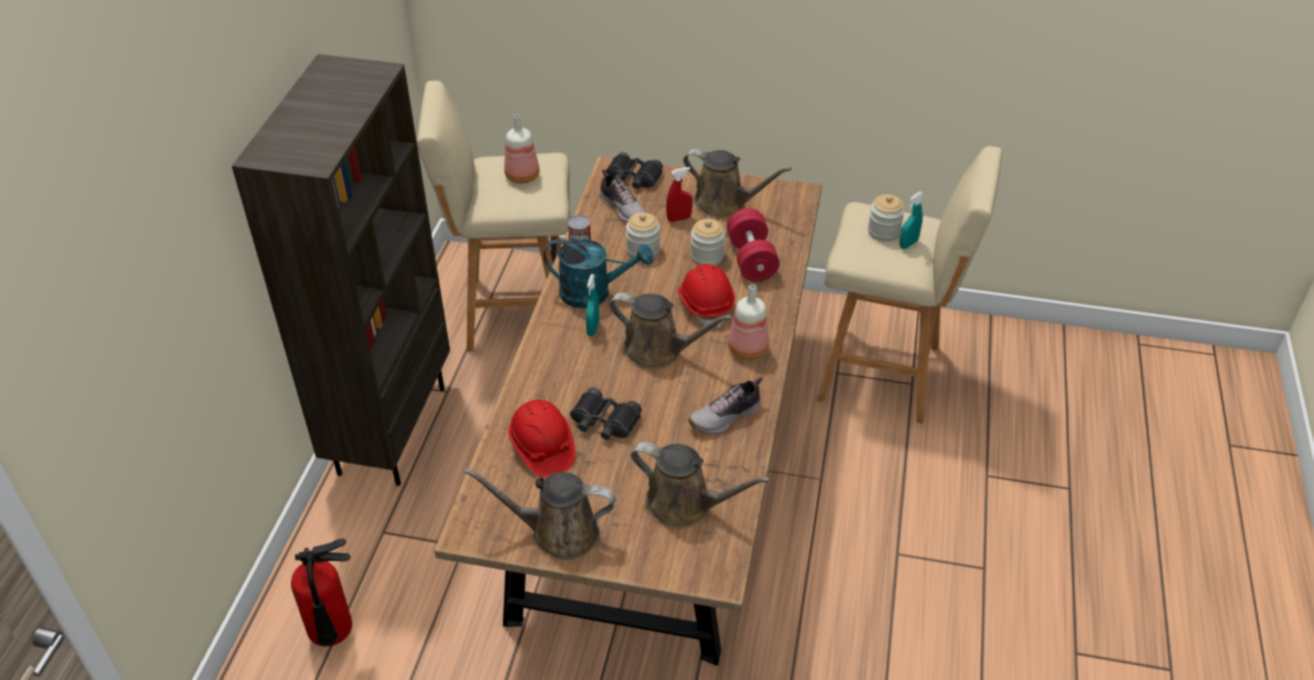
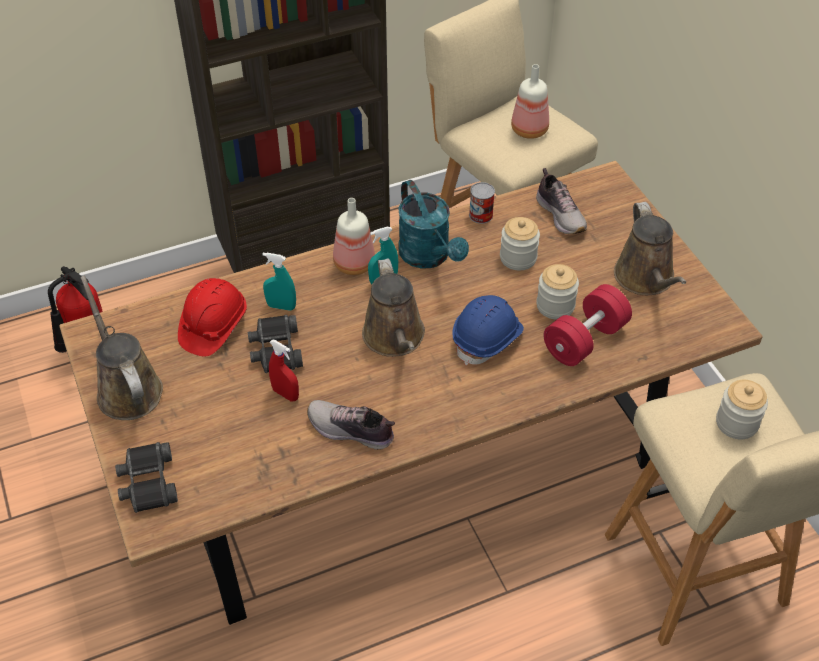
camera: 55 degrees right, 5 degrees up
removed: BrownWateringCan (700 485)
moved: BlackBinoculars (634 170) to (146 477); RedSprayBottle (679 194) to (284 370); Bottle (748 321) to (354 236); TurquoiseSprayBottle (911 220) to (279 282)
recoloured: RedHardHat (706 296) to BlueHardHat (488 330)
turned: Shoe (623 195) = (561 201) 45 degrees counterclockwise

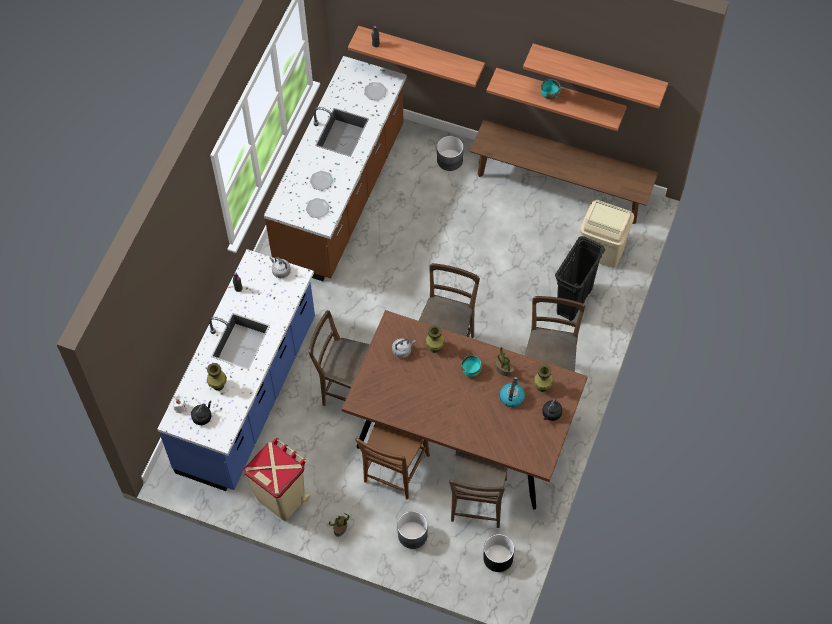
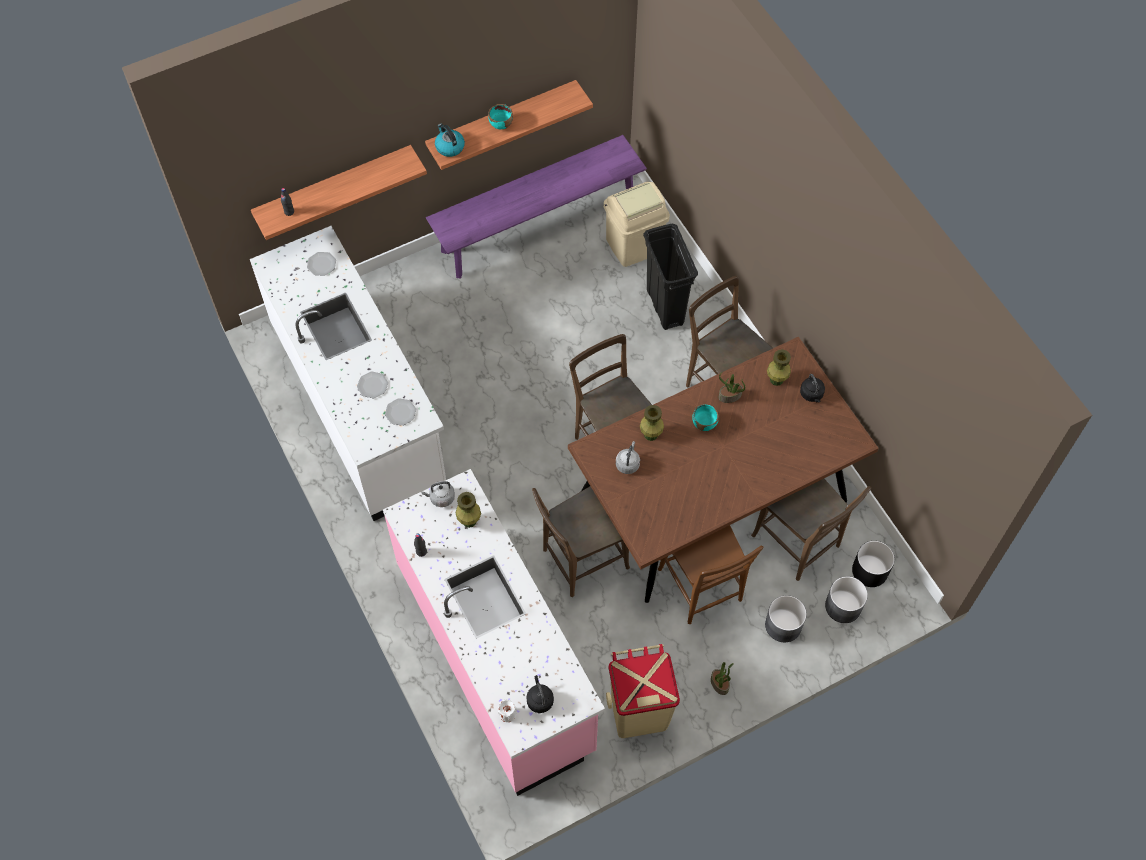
camera: 50 degrees left, 0 degrees up
removed: Shelf (595 76)
moved: GreenVase (217 377) to (468 510); GreyPlanter (450 153) to (846 599); Kettle (512 392) to (450 140)
recoloured: BlueCounter (236 370) to PinkCounter (494 632); BrownCounter (335 168) to WhiteCounter (348 373); BrownBench (564 172) to PurpleBench (536 207)

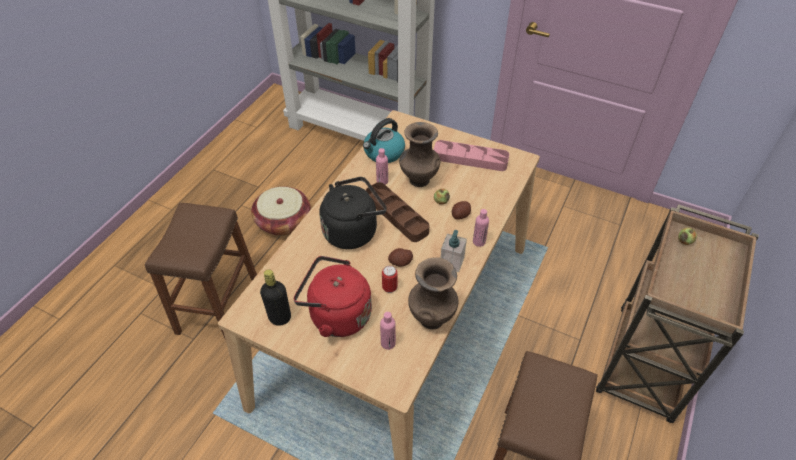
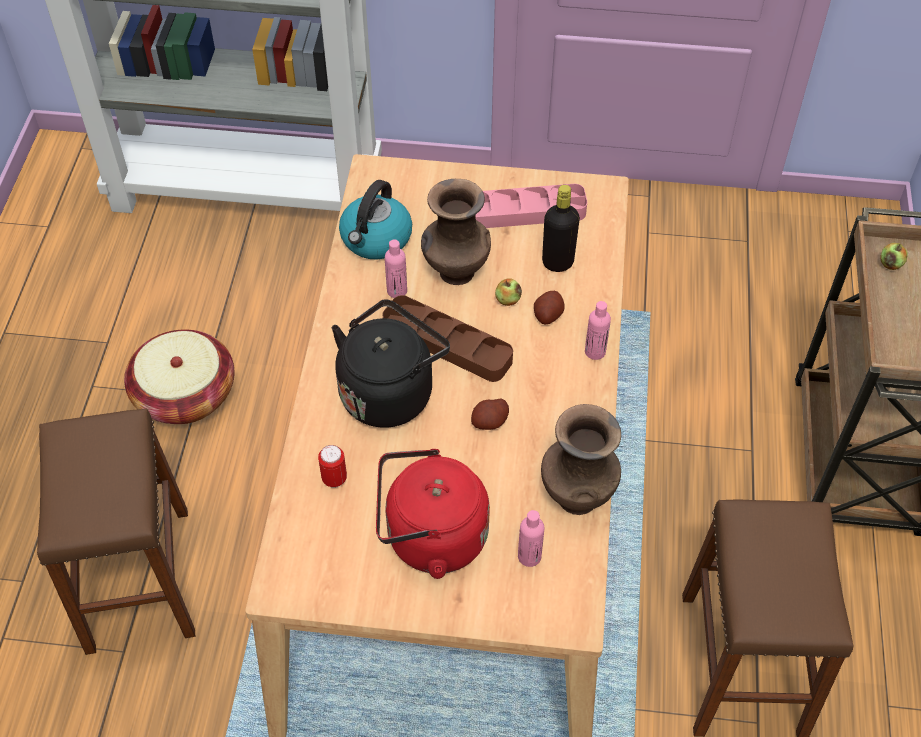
camera: 20 degrees left, 5 degrees up
removed: SoapDispenser (454 251)
moved: BlackBottle (275 297) to (561 228); Can (390 279) to (332 466)

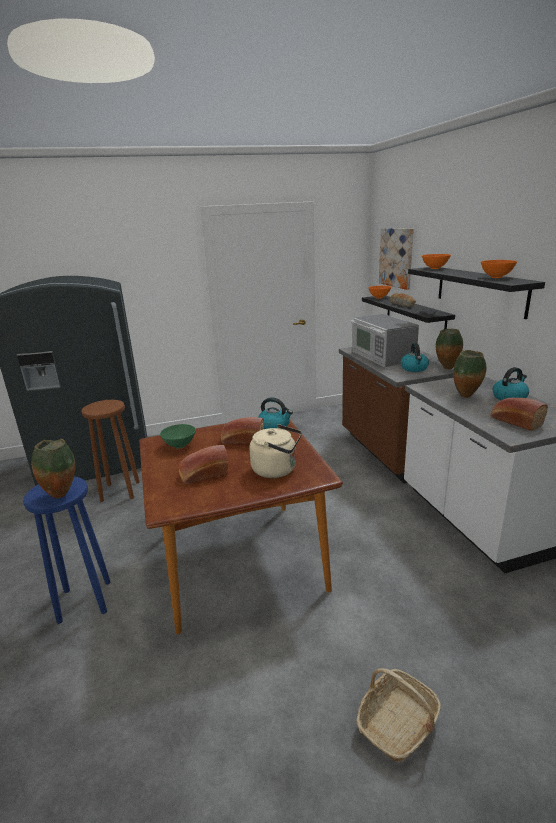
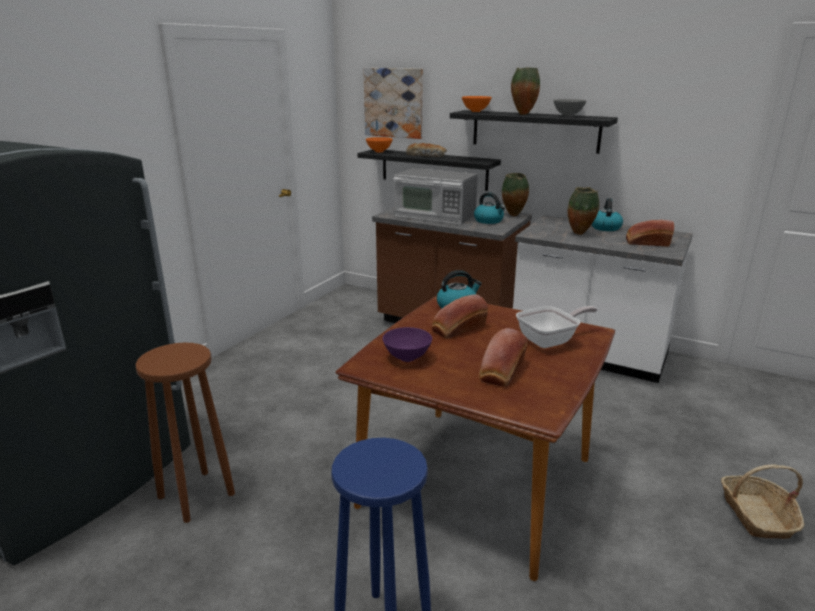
camera: 45 degrees left, 0 degrees up
moved: Vase (53 469) to (525 91)
replaced: BeigeKettle (275 451) to FryingPan (556 327)
recoloured: GreenBowl (178 436) to PurpleBowl (407 344); OrangeBowl (499 269) to GreyBowl (569 107)

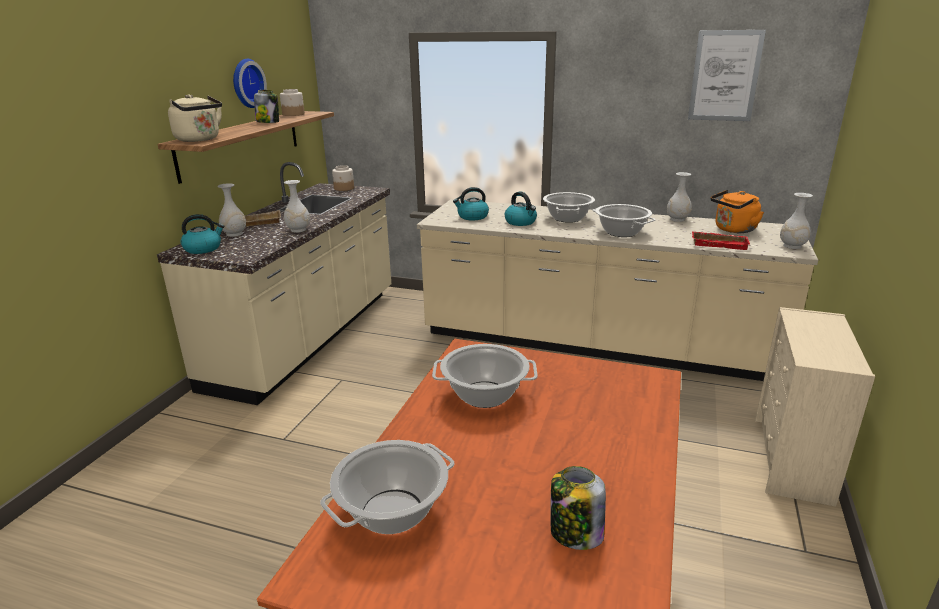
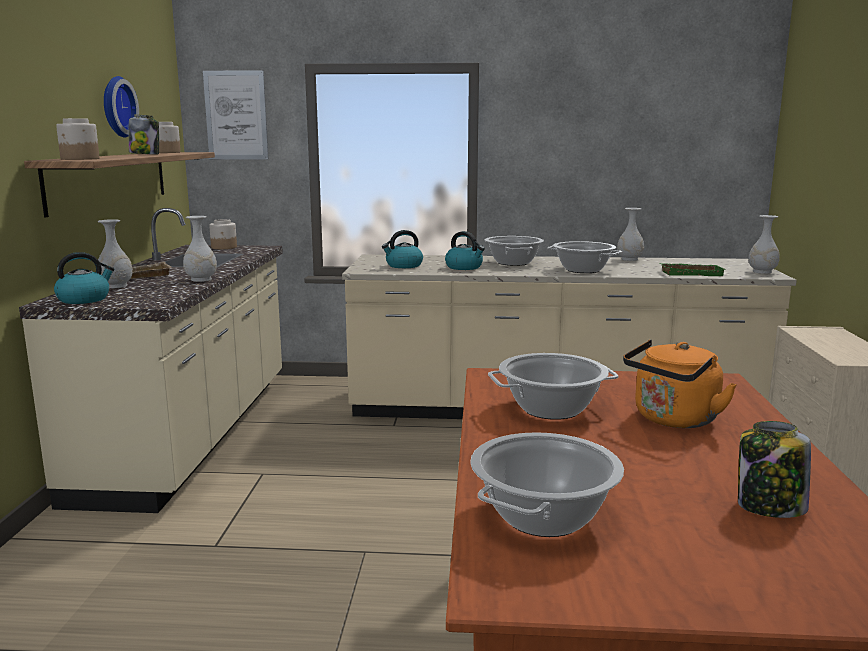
camera: 15 degrees left, 10 degrees down
moved: Picture (727 75) to (236 115); OrangeKettle (737 211) to (680 384)
replaced: BeigeKettle (195 118) to Jar (78 139)
recoloured: RedTray (721 240) to GreenTray (692 269)

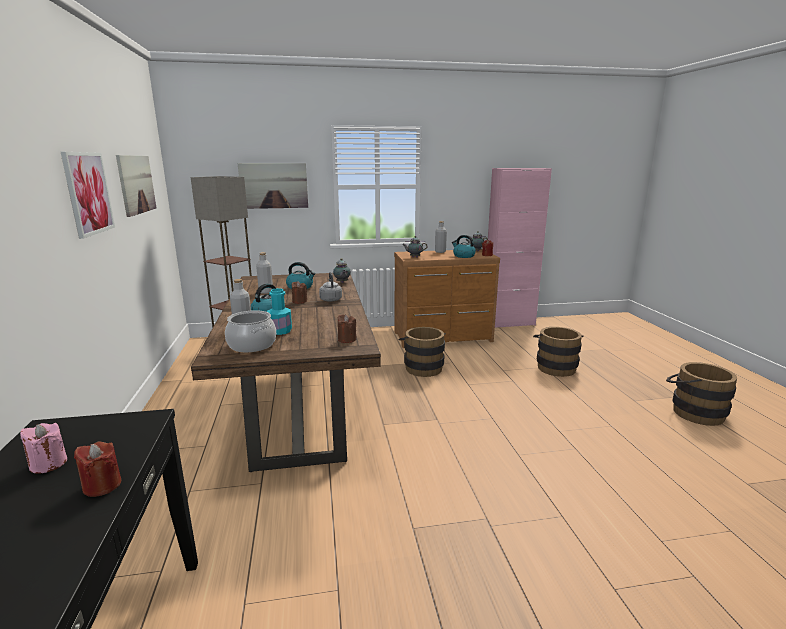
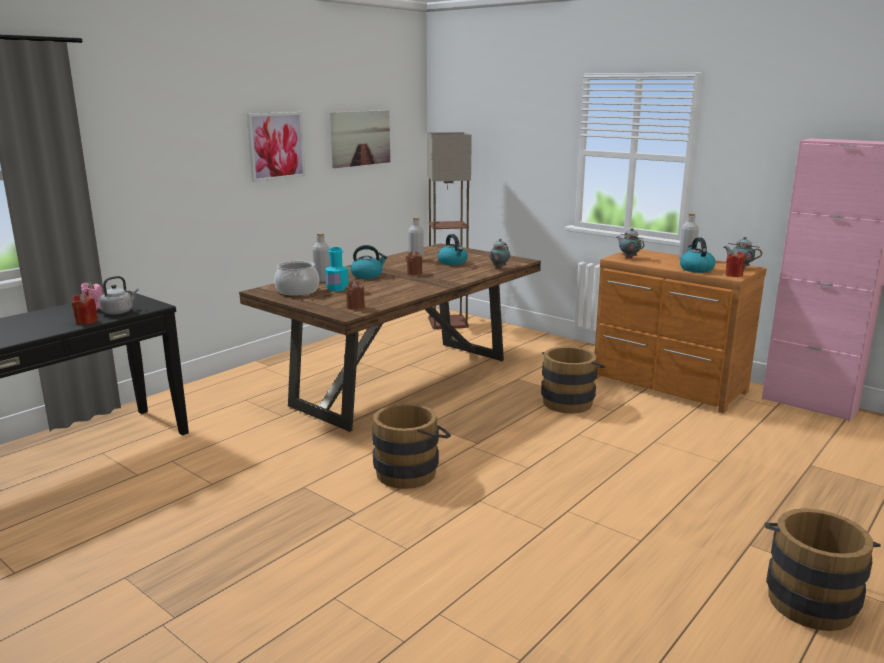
camera: 50 degrees right, 0 degrees up
removed: Picture (273 186)
moved: GreyKettle (330 287) to (119 295); BrownBucket (558 352) to (411 446)

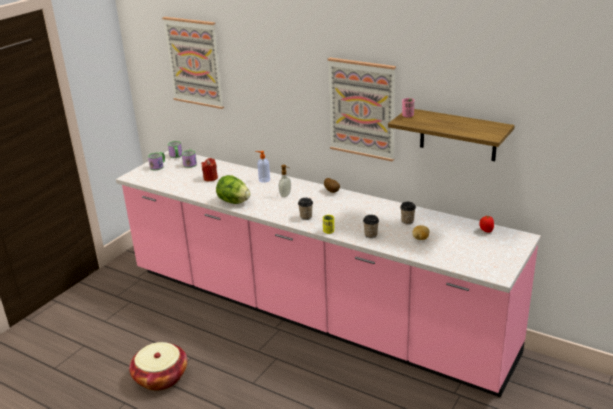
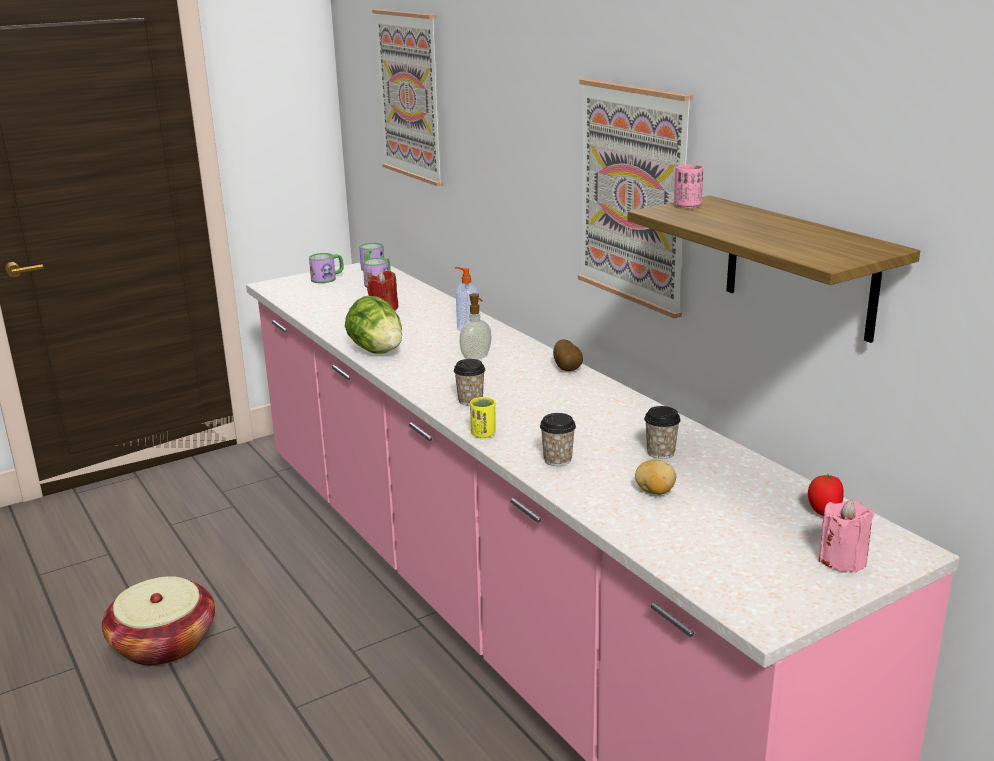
camera: 25 degrees right, 5 degrees down
added: PinkCandle (846 536)

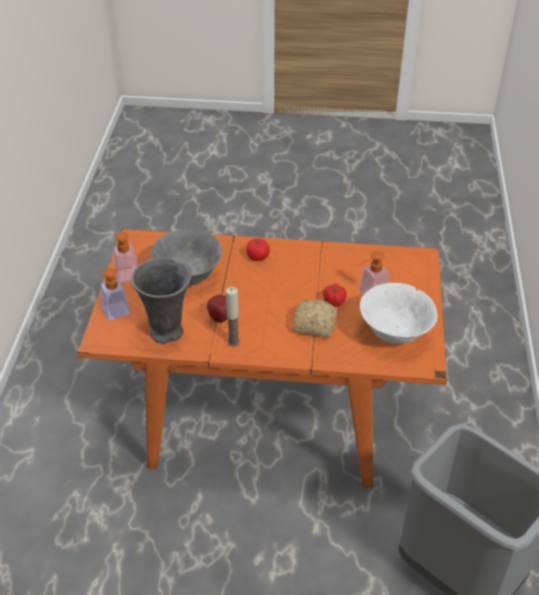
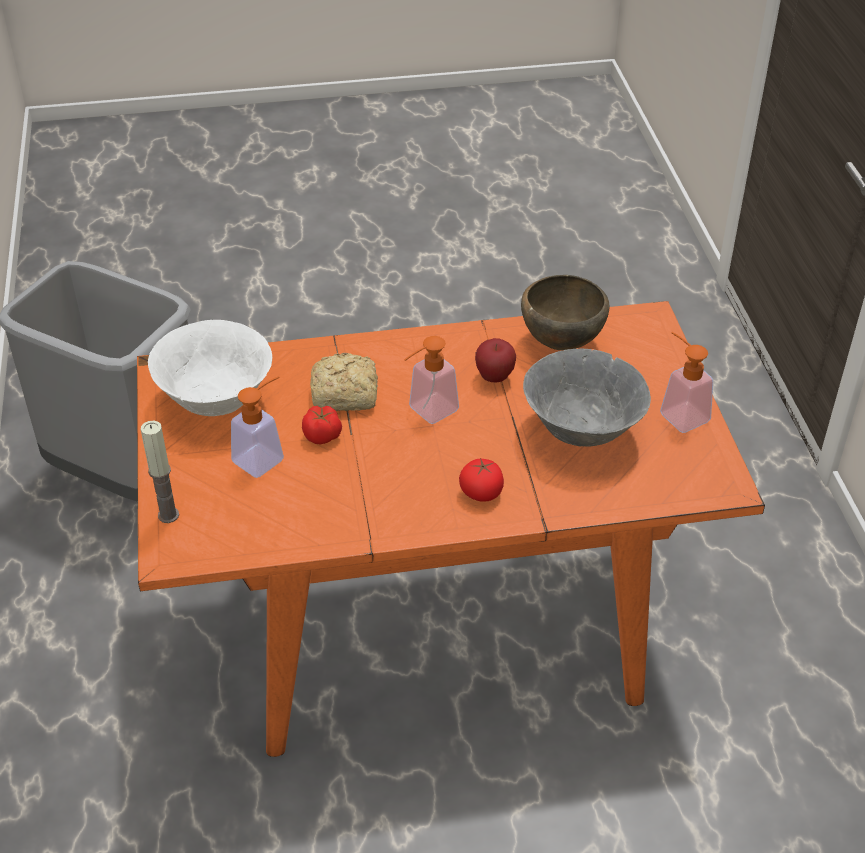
camera: 165 degrees right, 0 degrees up
moved: SoapDispenser (116 293) to (431 380); Candle (233 317) to (160 472)
replaced: GreyVase (161 301) to BrownBowl (565 313)

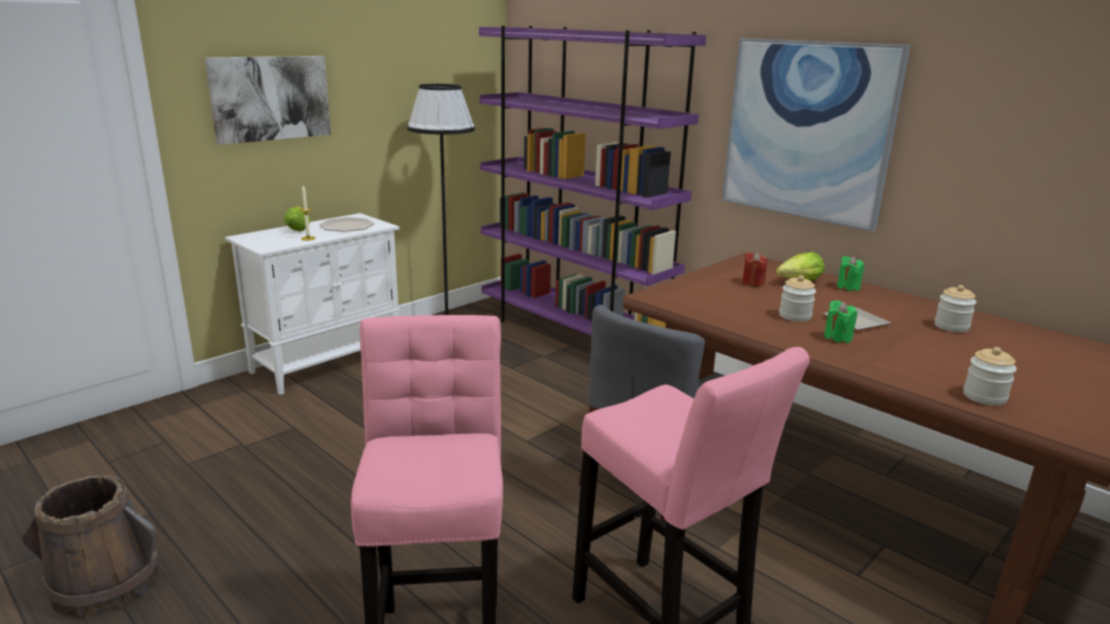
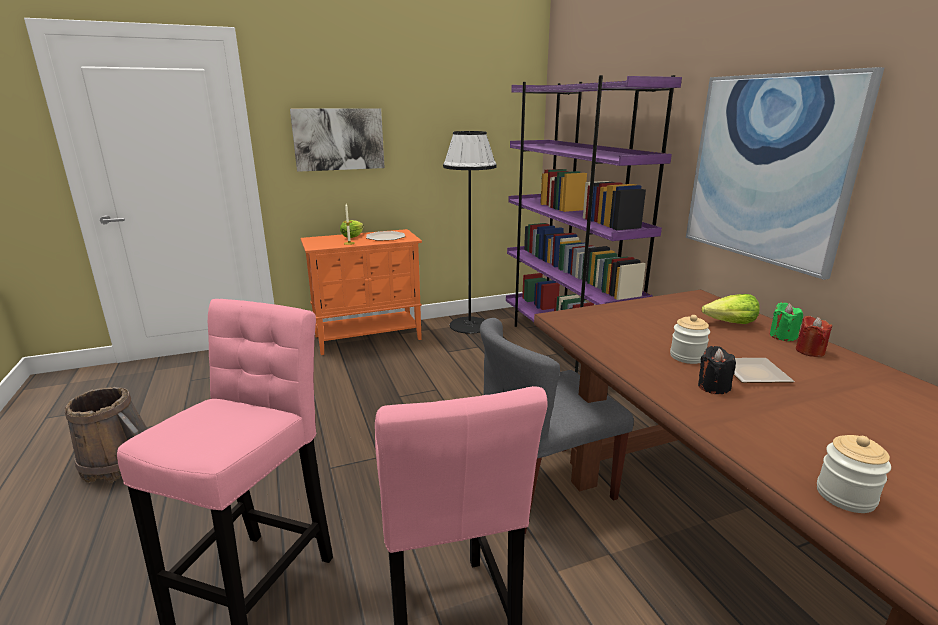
camera: 25 degrees right, 0 degrees up
removed: Jar (955 308)
moved: RedCandle (755 269) to (814 336)
recoloured: WhiteCabinet (312 304) to OrangeCabinet (361 292); GreenCandle (840 322) to BlackCandle (717 370)

